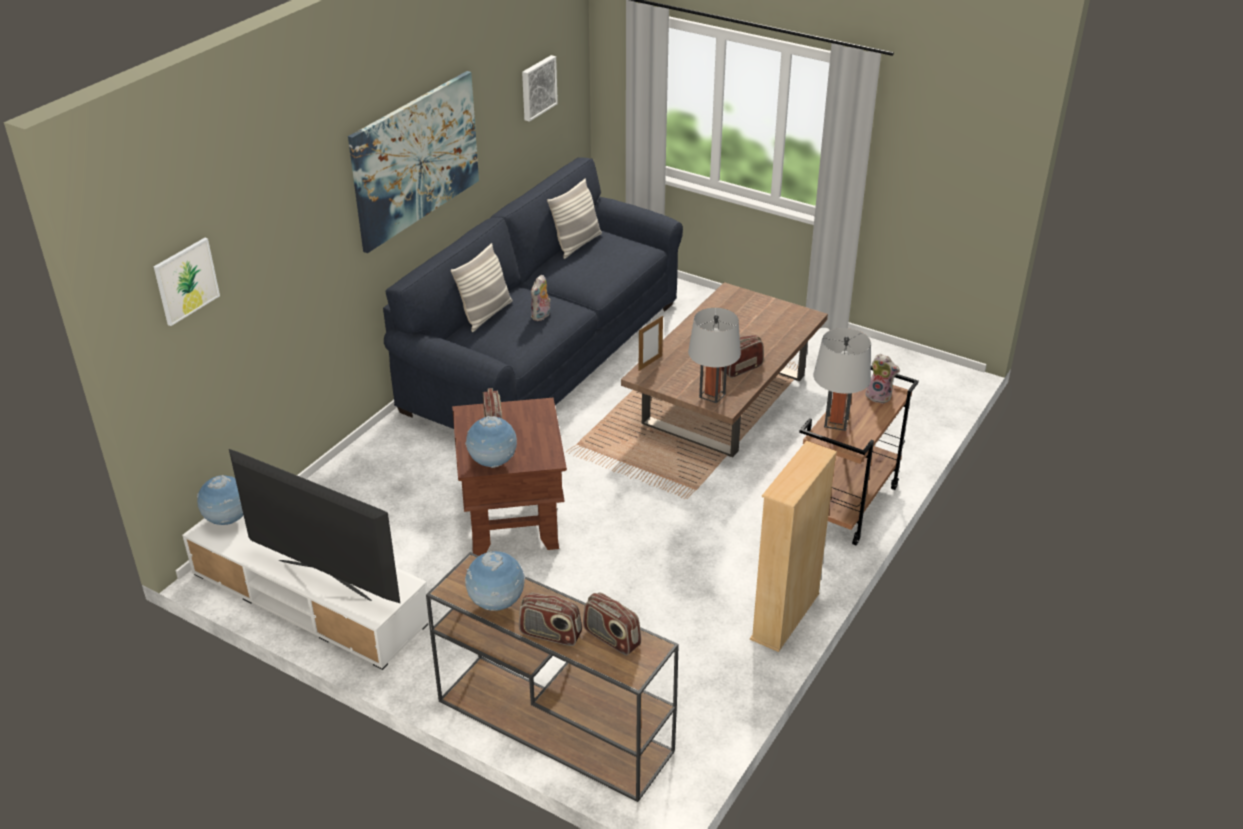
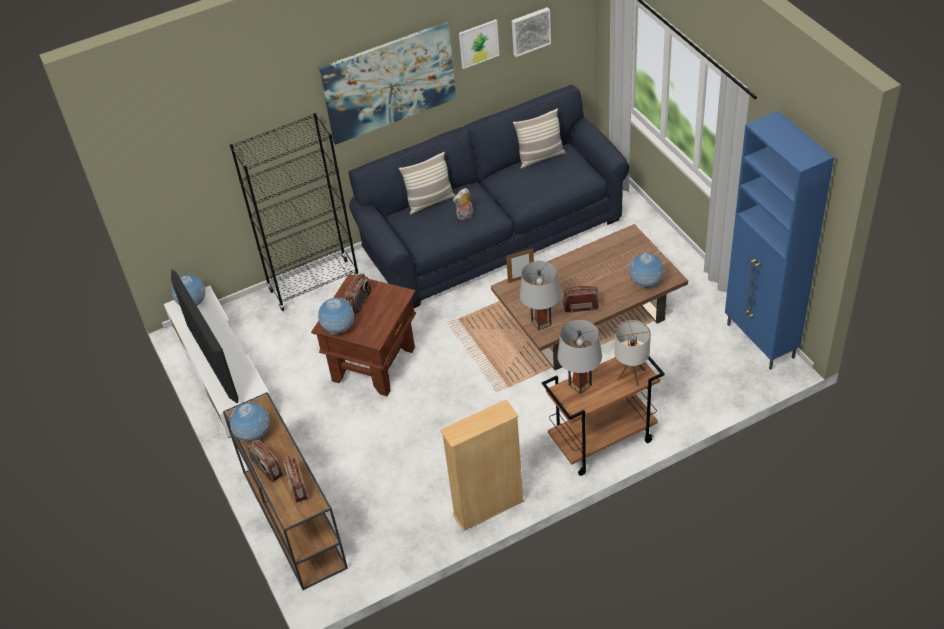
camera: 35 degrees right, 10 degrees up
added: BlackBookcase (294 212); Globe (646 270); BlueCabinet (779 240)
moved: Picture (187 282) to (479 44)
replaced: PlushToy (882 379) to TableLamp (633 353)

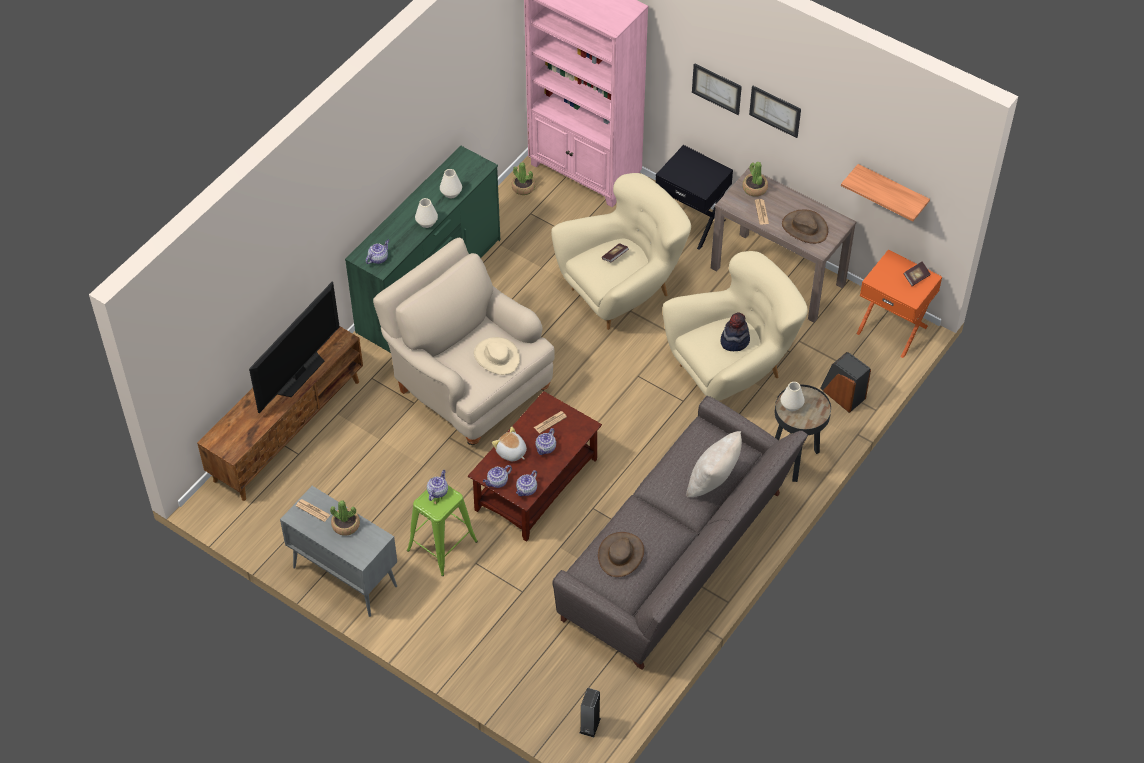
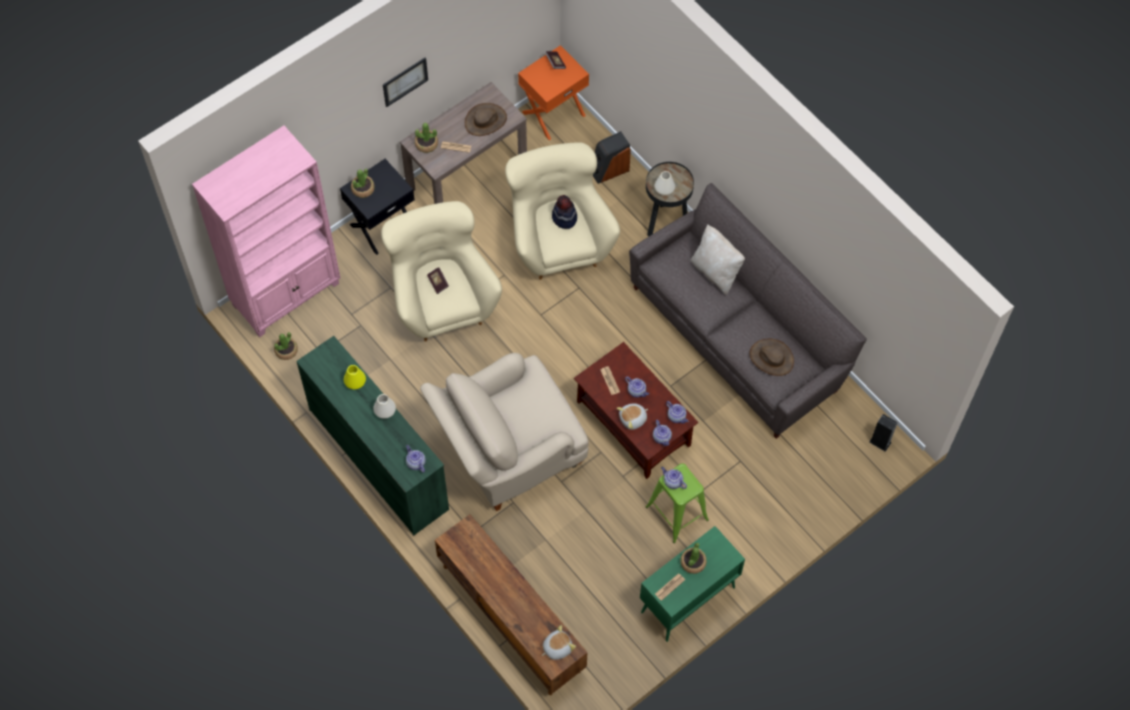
camera: 75 degrees left, 10 degrees up
removed: Television (294 347); BeigeHat (497 356); Picture (717 89); Shelf (885 192)
added: PottedPlant (363 183); PlushToy (559 642)
recoloured: GreyCabinet (338 551) to GreenCabinet (692 584); WhiteVase (451 183) to YellowVase (355 377)

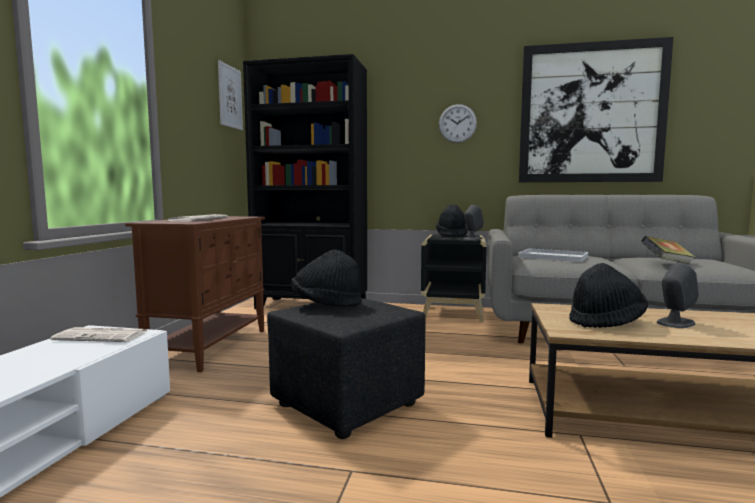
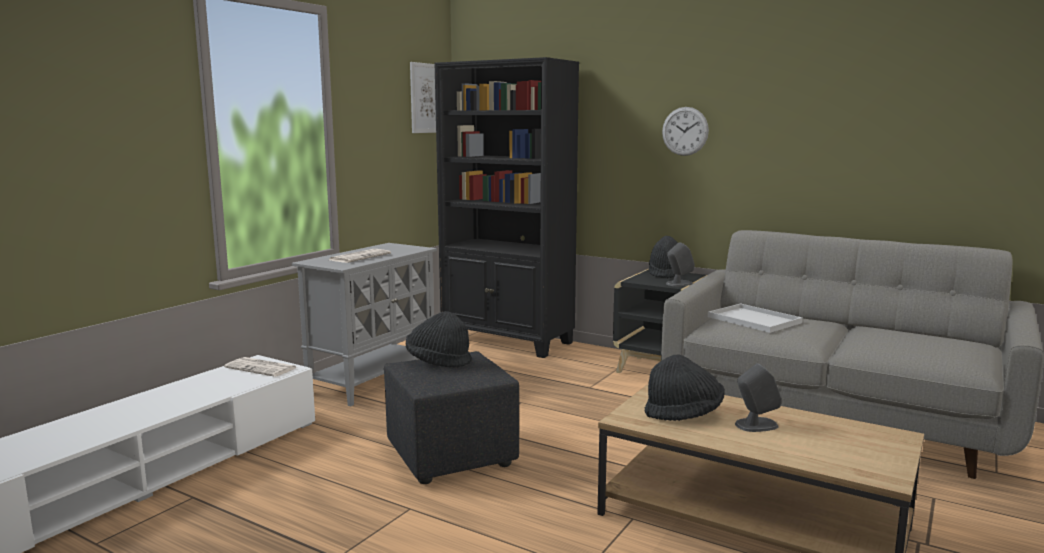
camera: 20 degrees right, 5 degrees up
removed: Picture (596 109); Book (668 250)
recoloured: BrownCabinet (195 294) to GreyCabinet (364 324)

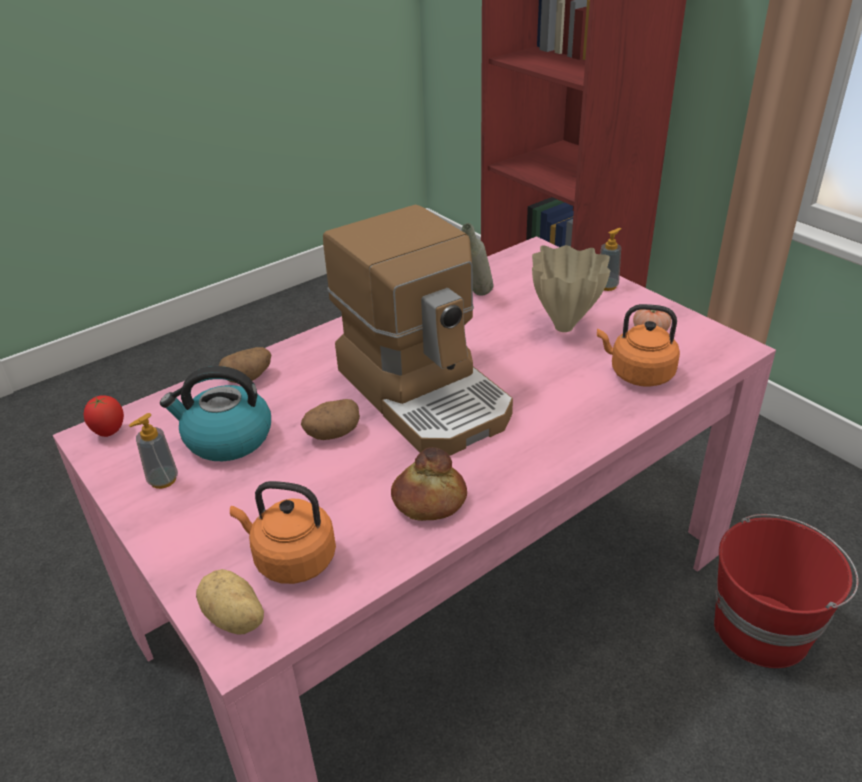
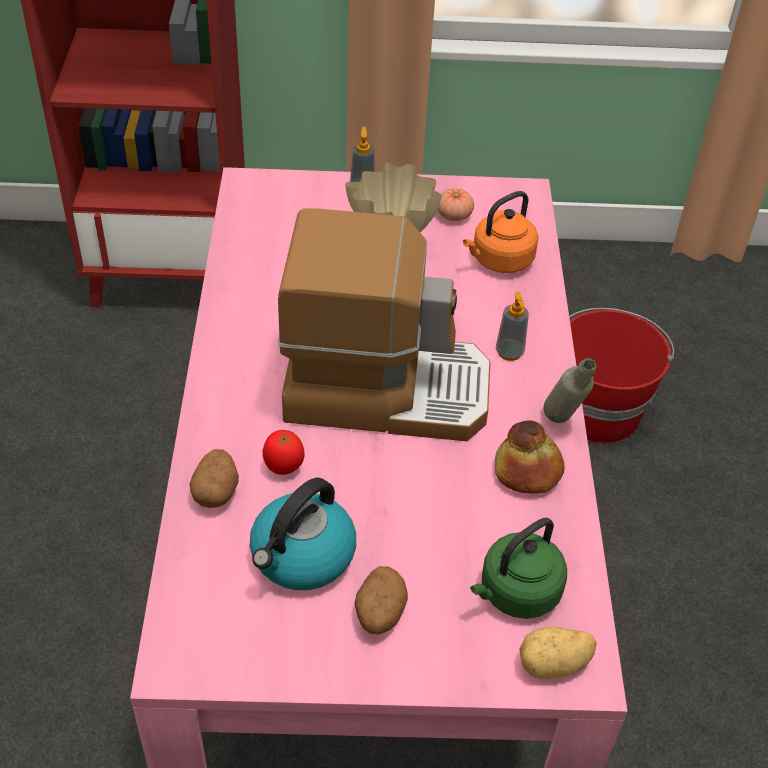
camera: 55 degrees left, 10 degrees up
moved: Tomato (103 416) to (284 452); SoapDispenser (153 451) to (512 326); Potato (330 419) to (381 600); GreyBottle (477 259) to (570 390)
recoloured: OrangeKettle (283 532) to GreenKettle (518 568)

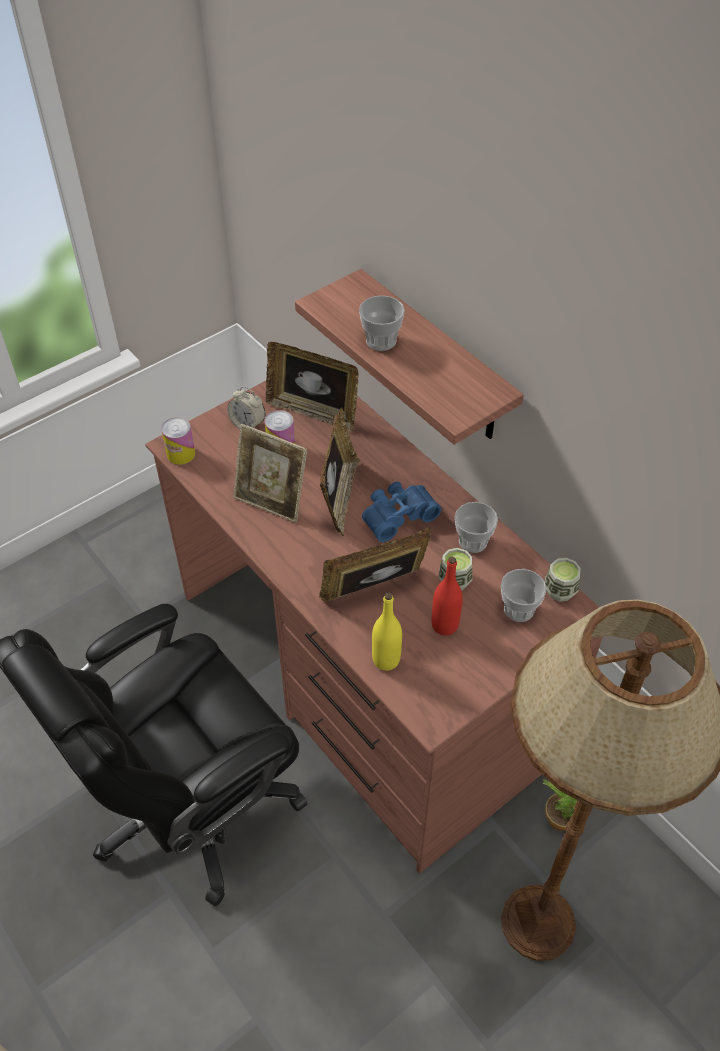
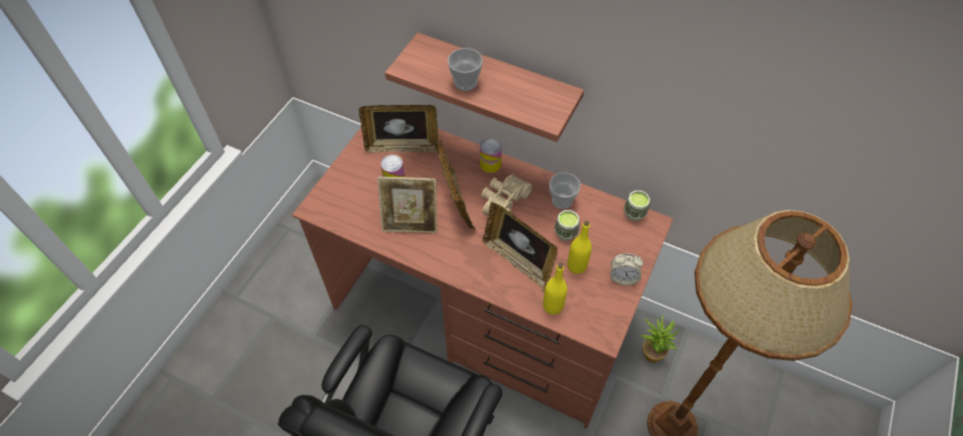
camera: 25 degrees left, 5 degrees up
removed: Cup (524 595)
moved: Can (178 441) to (491 155); AlarmClock (246 407) to (626 269)
recoloured: BlueBinoculars (401 512) to BeigeBinoculars (506 194); RedBottle (447 596) to YellowBottle (579 247)
turned: PictureFrame (375 564) = (520 246) 90 degrees counterclockwise

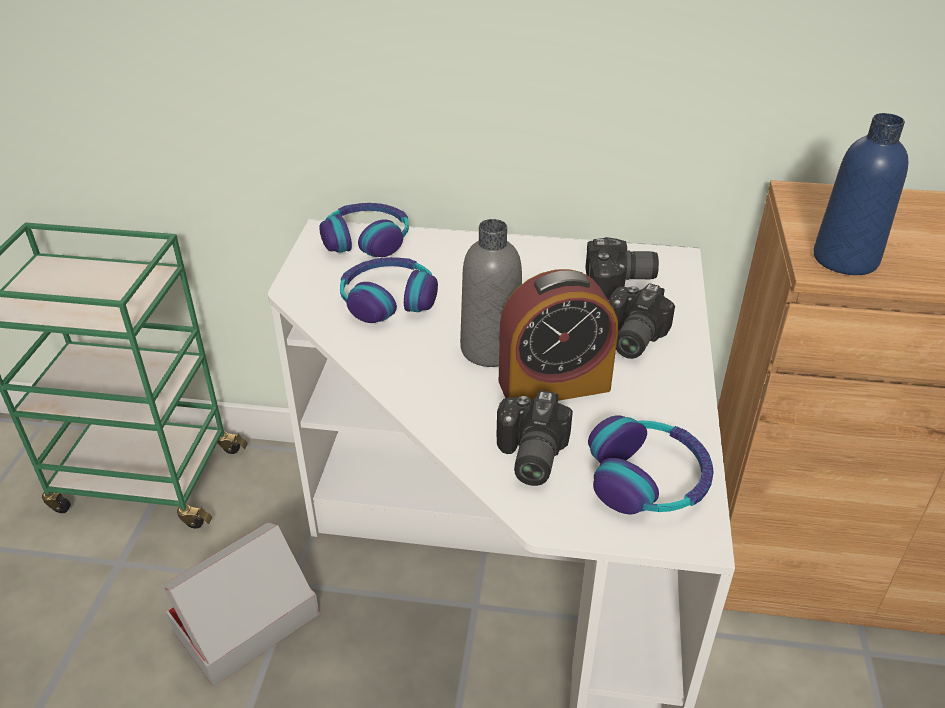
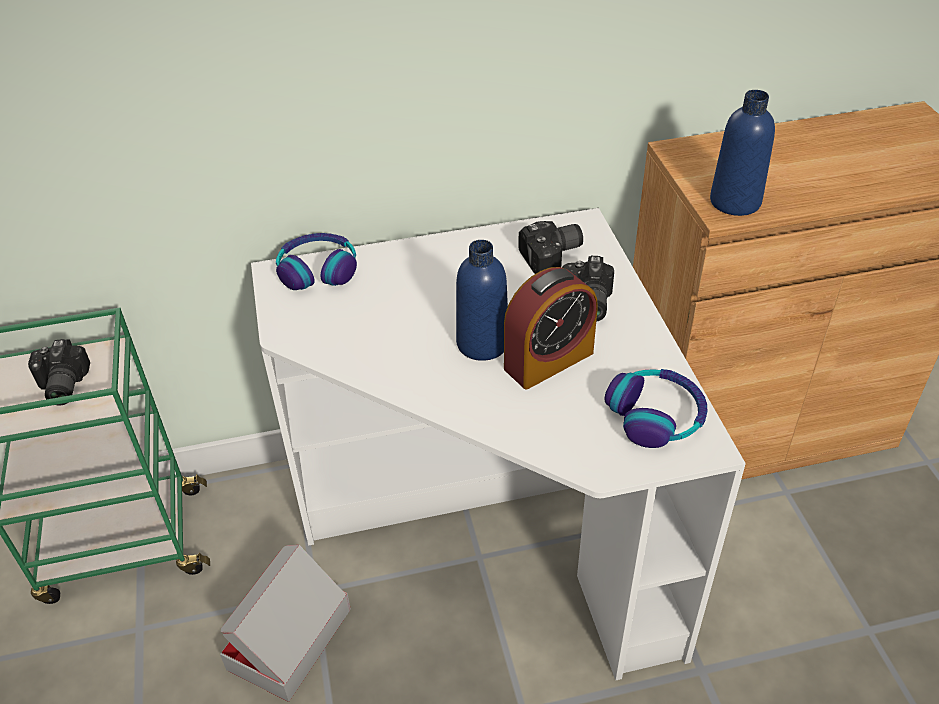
camera: 20 degrees left, 5 degrees up
removed: Headphones (389 290)
moved: PhotoCamera (535 438) to (59 372)
recoloured: GreyBottle (491 293) to BlueBottle (482 300)

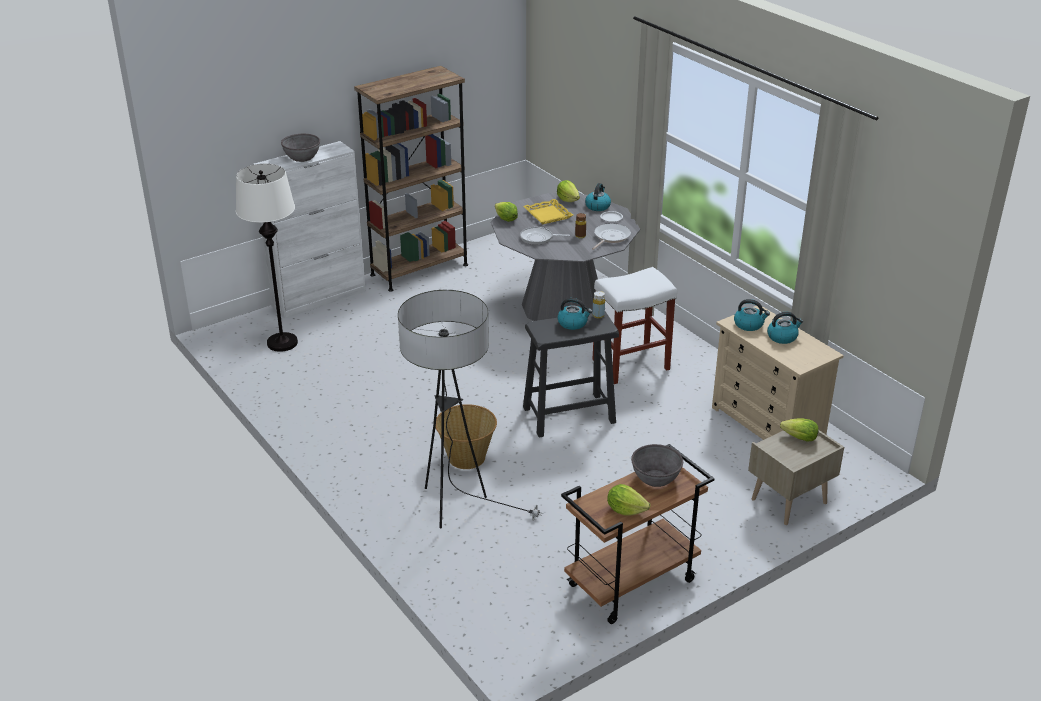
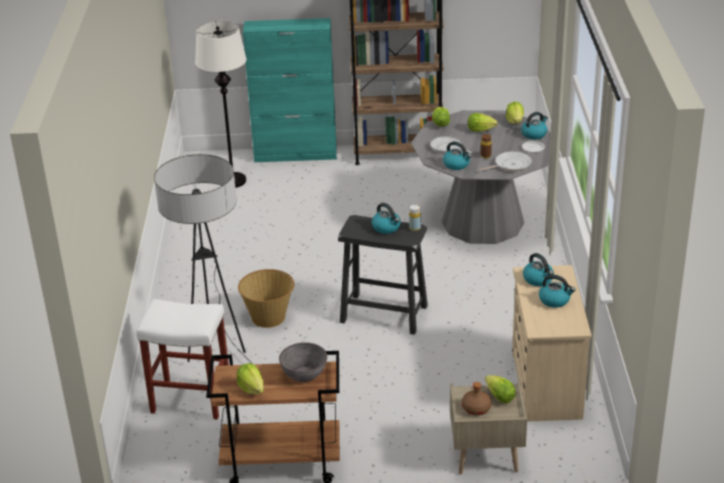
camera: 35 degrees right, 0 degrees up
removed: GreyBowl (300 148)
added: Kettle (457 155); BrownBottle (476 398)
moved: WhiteStool (634 325) to (183 359)
replaced: YellowTray (548 211) to Lettuce (483 122)
recoloured: WhiteCabinet (309 230) to TurquoiseCabinet (290 90)

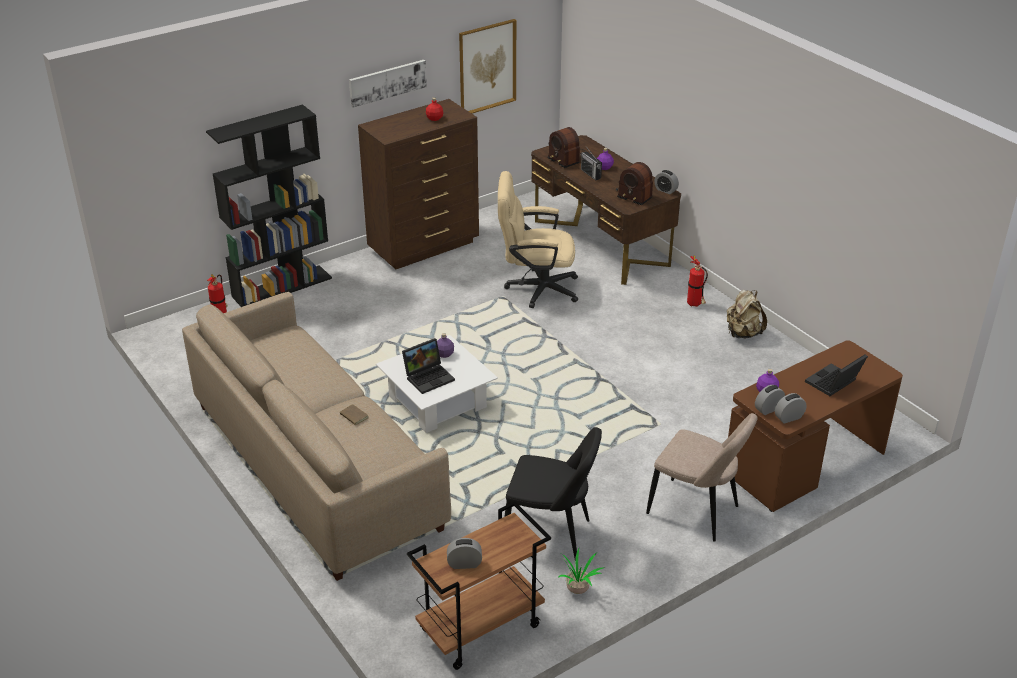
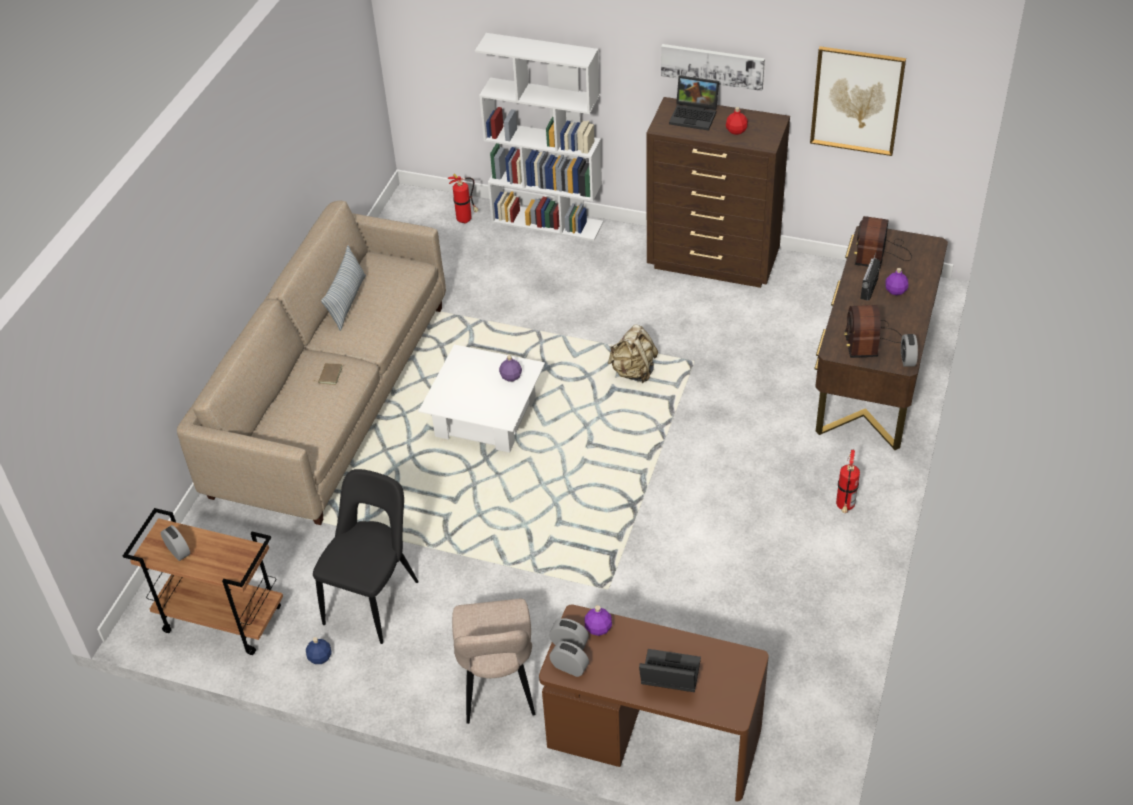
camera: 55 degrees right, 10 degrees up
removed: BeigeOfficeChair (538 239)
added: Pillow (343 288)
moved: Laptop (428 366) to (694 103); BeigeBackpack (747 314) to (633 354)
replaced: PottedPlant (581 571) to BlueBottle (319 650)
recoloured: BlackBookcase (269 205) to WhiteBookcase (539 137)
turned: BlackChair (553 493) = (366 556) 135 degrees counterclockwise

